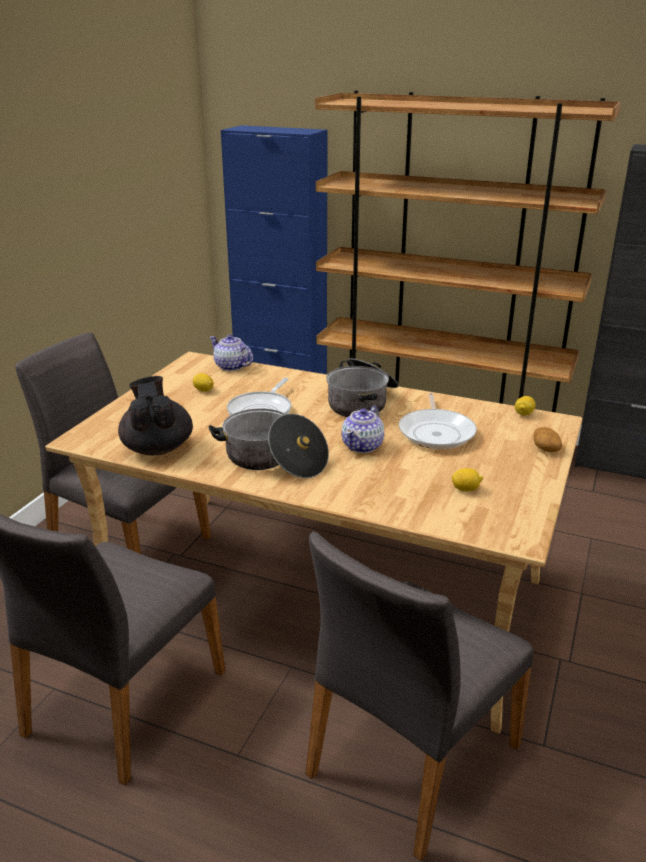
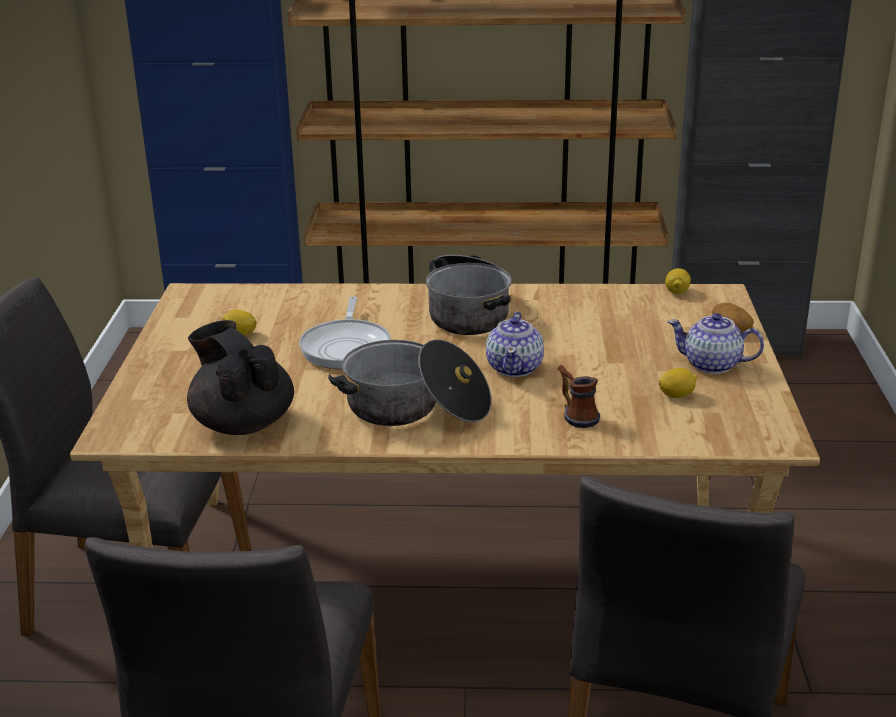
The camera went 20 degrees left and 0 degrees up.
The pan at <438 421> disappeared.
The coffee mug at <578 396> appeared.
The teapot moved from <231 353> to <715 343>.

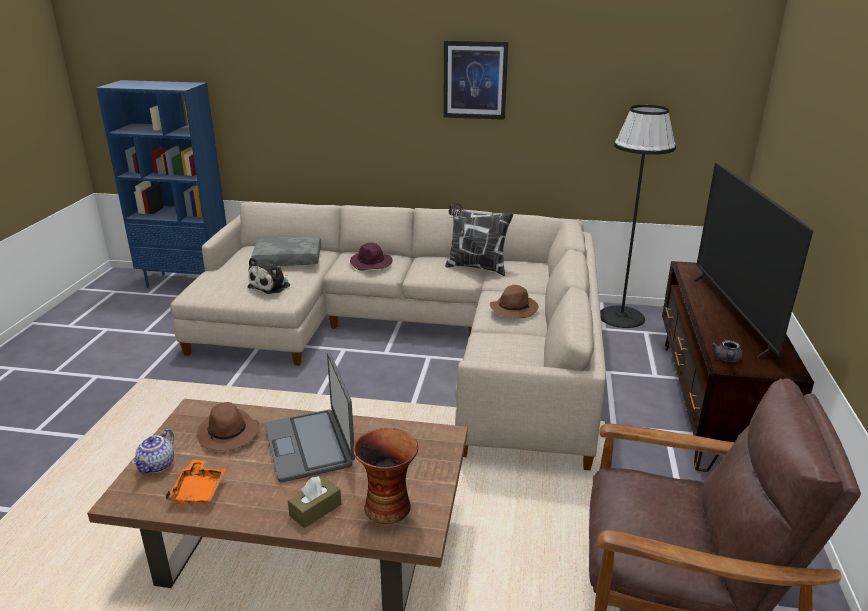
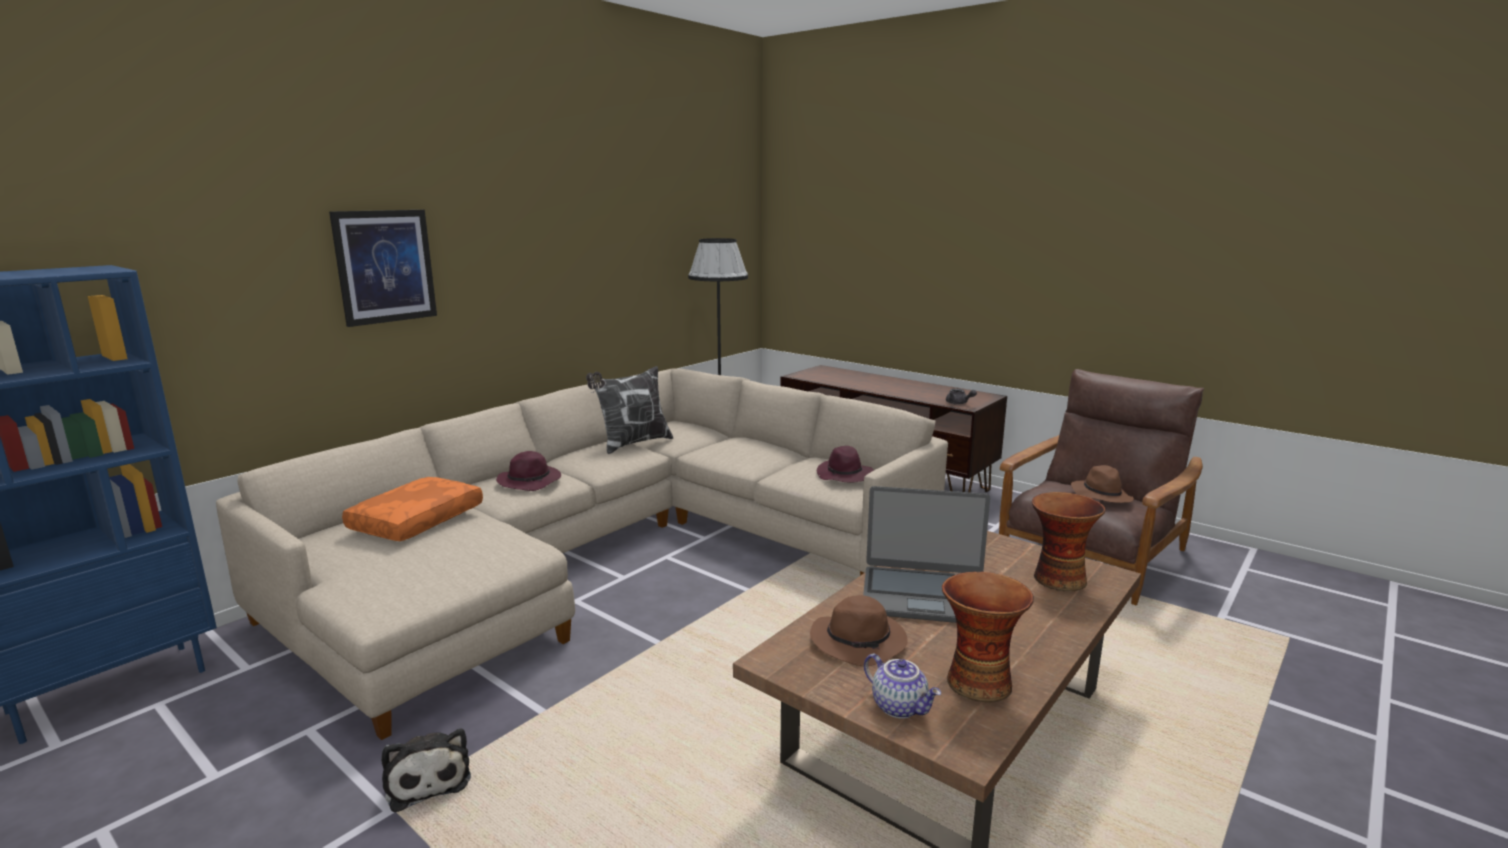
The camera went 60 degrees left and 10 degrees down.
The brownish tissue holder at <314 502> disappeared.
The television at <753 260> disappeared.
The purplish clothing hat at <845 464> appeared.
The soft toy moved from <268 275> to <426 771>.
The wall picture moved from <475 80> to <383 268>.
The brownish clothing hat moved from <514 301> to <1102 484>.
The orange tray at <195 483> was replaced by the vase at <988 637>.
The gray throw pillow at <286 251> became the orange throw pillow at <412 509>.

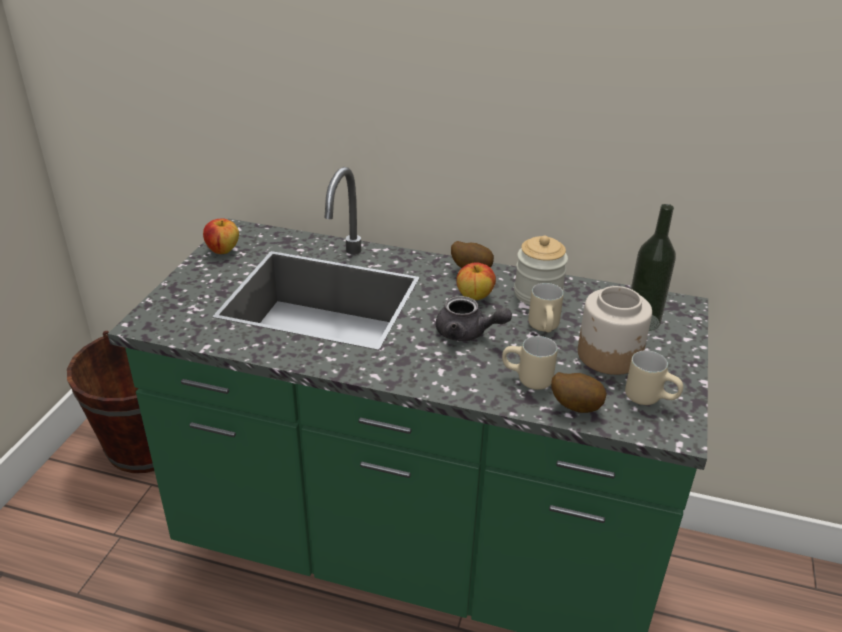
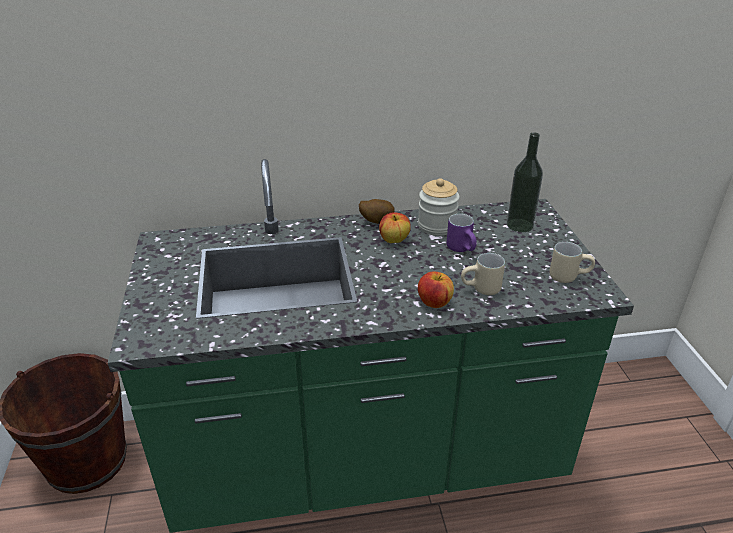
The camera went 25 degrees left and 0 degrees up.
The gray teapot at <474 318> disappeared.
The spud at <579 392> disappeared.
The storage jar at <615 330> disappeared.
The whole apple moved from <221 236> to <436 290>.
The beige-coloured coffee mug at <545 307> became the purplish coffee mug at <462 233>.

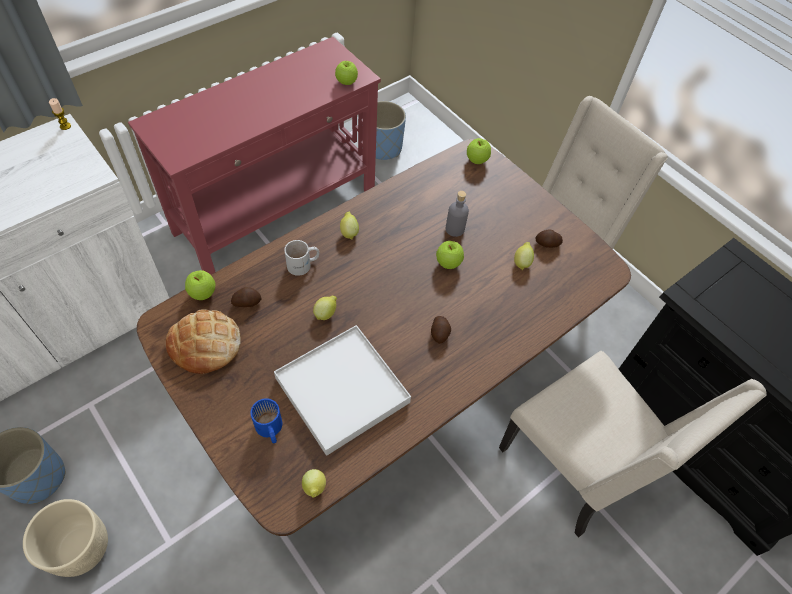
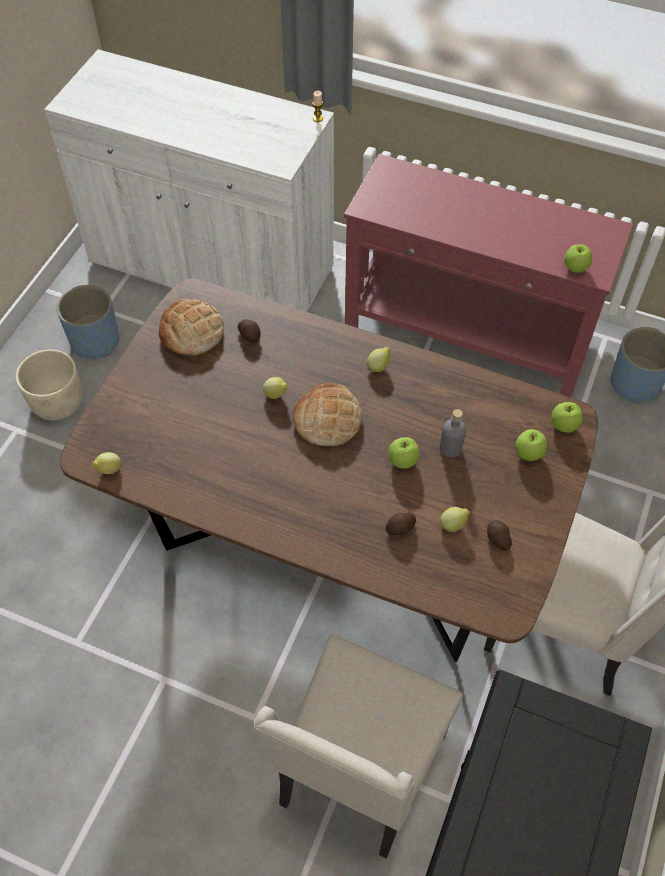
The camera went 65 degrees right and 0 degrees up.
The blue coffee mug at <266 421> disappeared.
The white-coloured tray at <342 390> disappeared.
The white-coloured coffee mug at <301 258> disappeared.
The bread at <328 414> appeared.
The whole apple moved from <200 285> to <531 445>.
The spud moved from <441 330> to <401 523>.

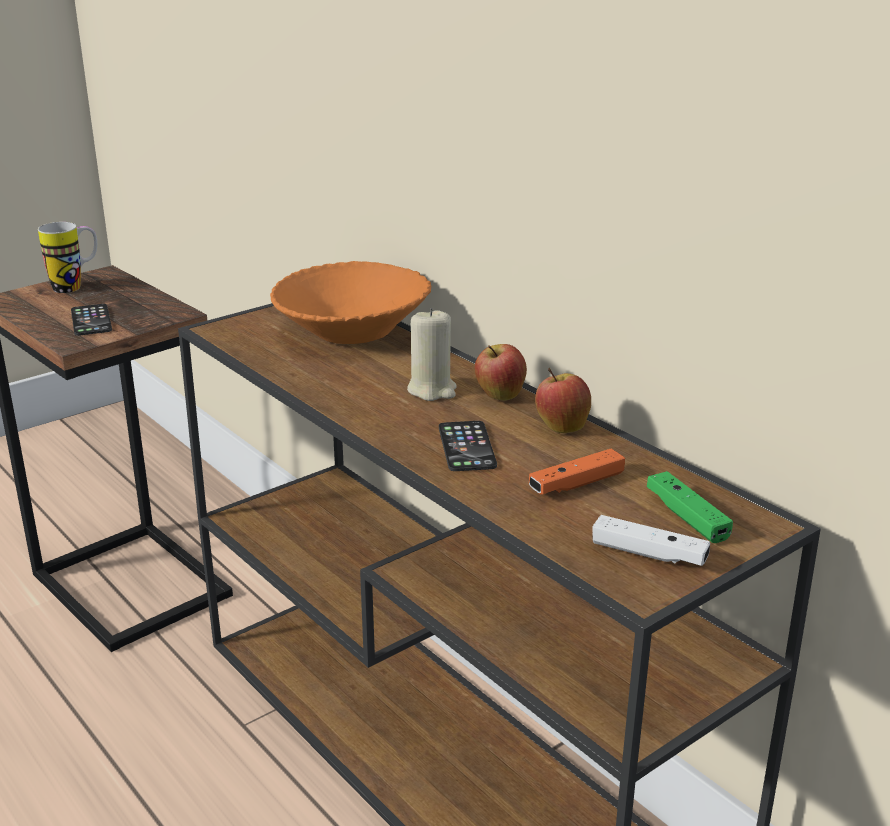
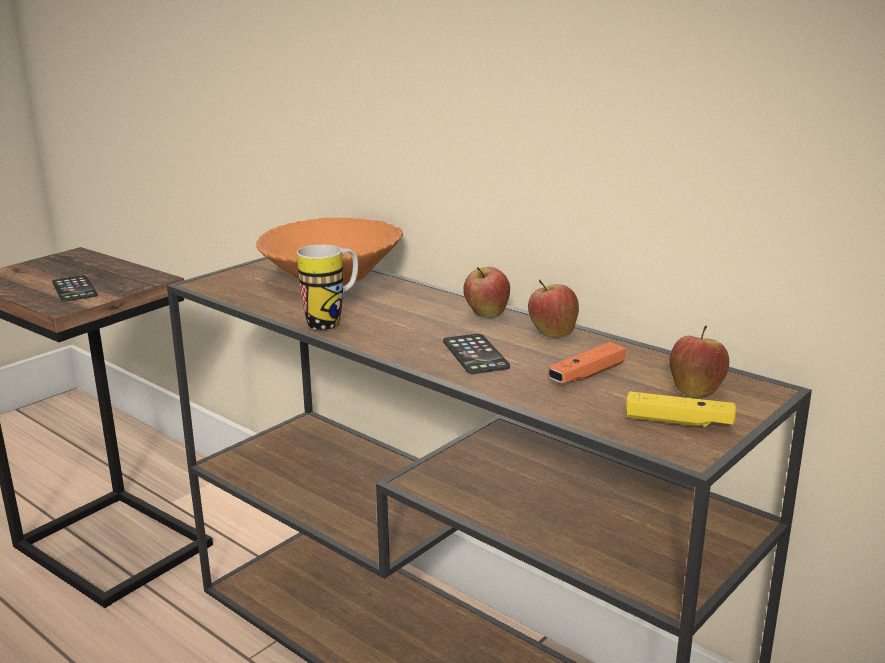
The camera went 10 degrees left and 5 degrees down.
The beige-coloured wax candle at <431 354> disappeared.
The coffee mug moved from <67 257> to <327 287>.
The greenish gamepad at <690 507> was replaced by the whole apple at <699 361>.
The white-coloured gamepad at <651 540> became the yellow gamepad at <681 409>.

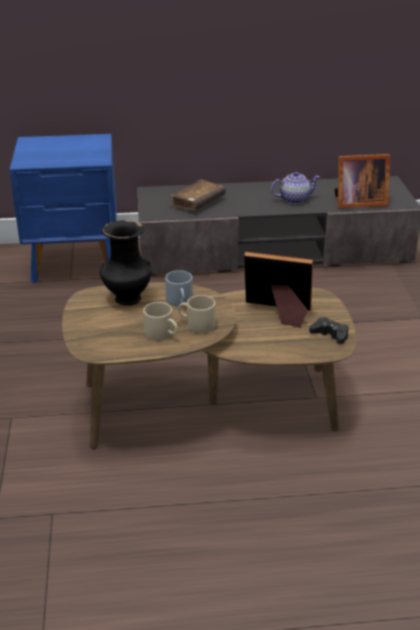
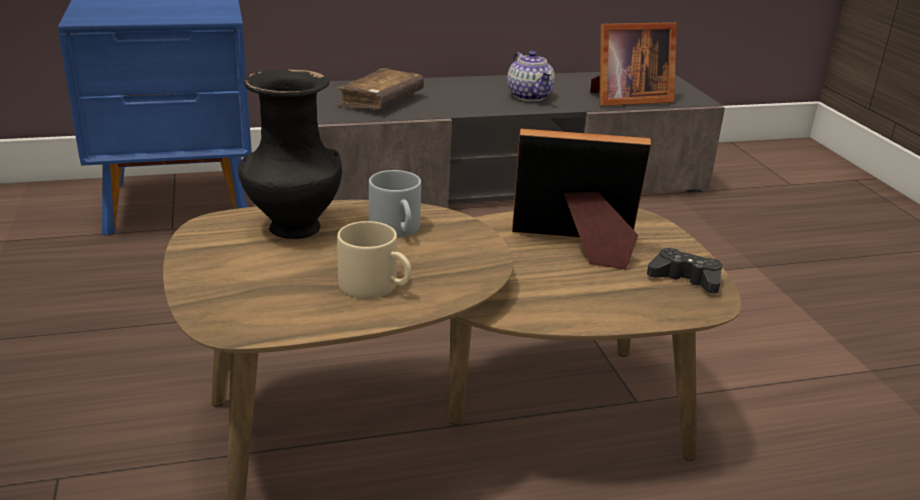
The camera went 10 degrees left and 5 degrees down.
The beige-coloured coffee mug at <196 314> disappeared.
The teapot at <295 188> turned 90 degrees clockwise.

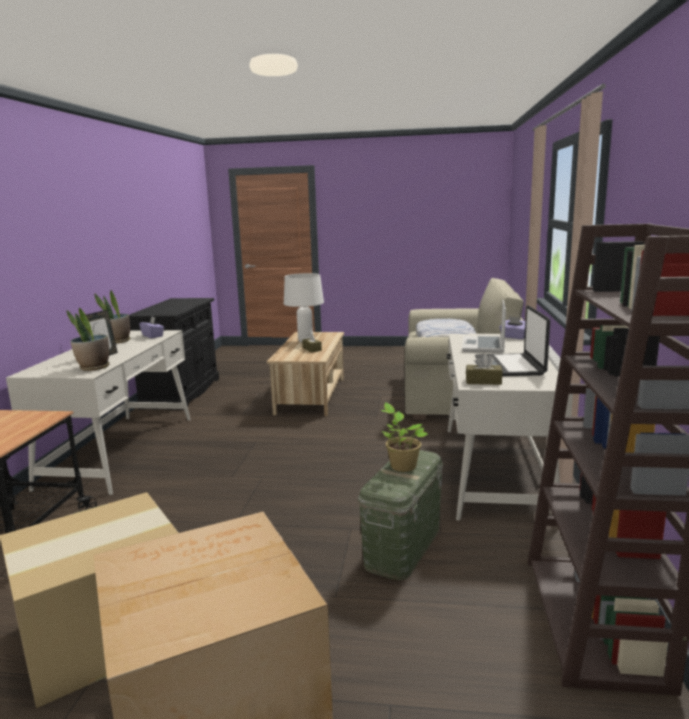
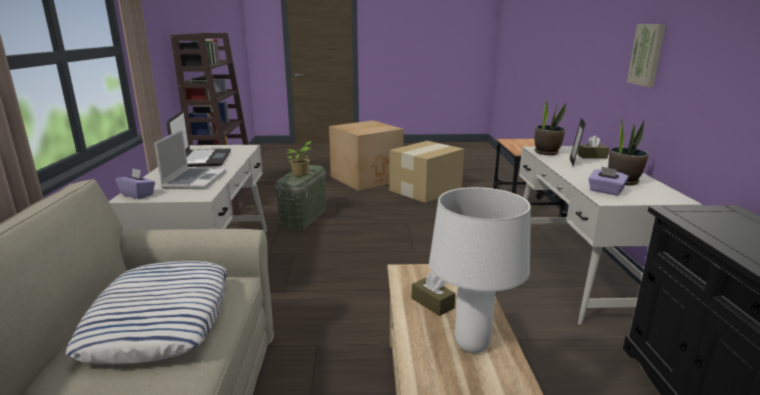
The camera went 170 degrees right and 5 degrees up.
The wall picture at <646 55> appeared.
The brownish tissue holder moved from <484 369> to <593 147>.

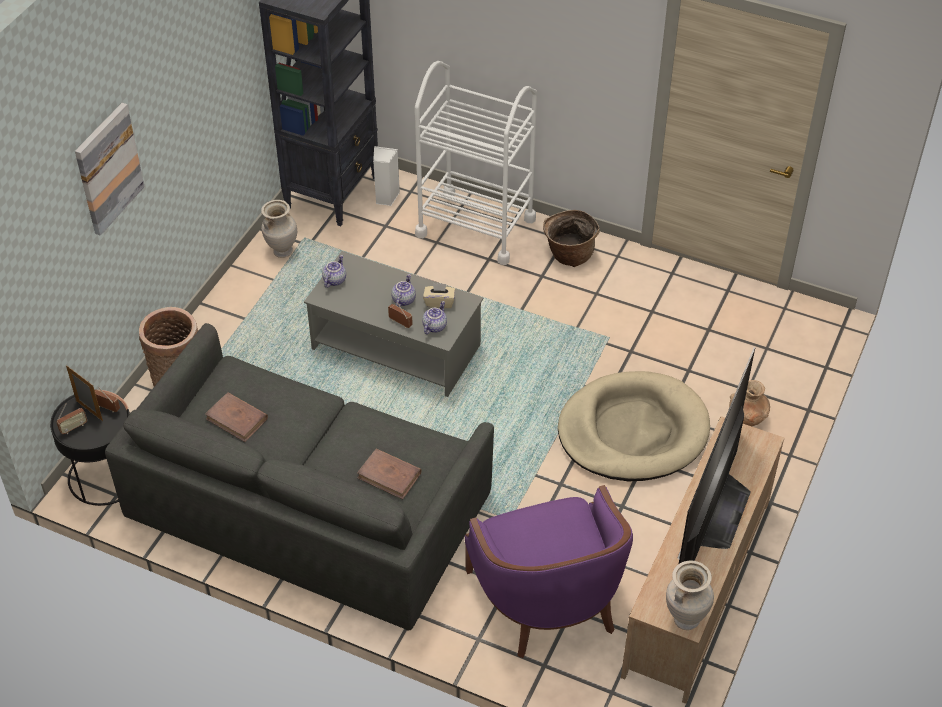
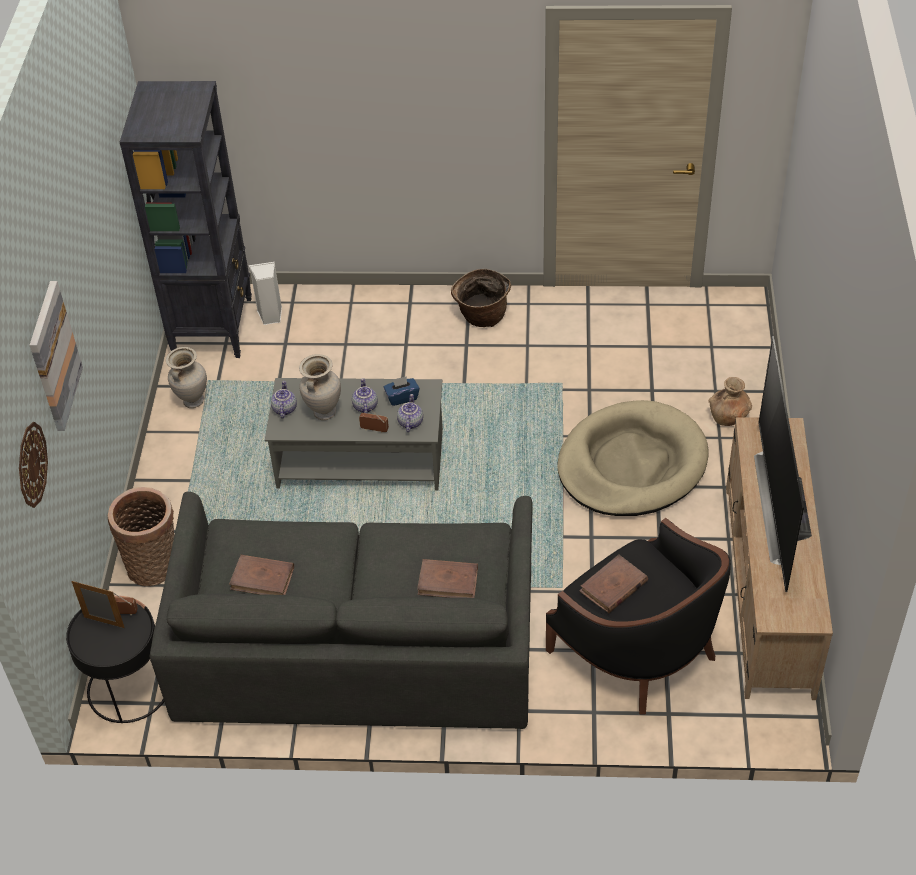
The camera went 20 degrees left and 0 degrees up.
The radio receiver at <72 418> disappeared.
The white-coloured trolley at <476 163> disappeared.
The wall clock at <33 465> appeared.
The brownish bound book at <613 583> appeared.
The beige-coloured vase moved from <690 595> to <320 387>.
The beige-coloured tissue holder at <439 295> became the blue tissue holder at <402 391>.
The purplish lounge chair at <549 571> became the black lounge chair at <638 616>.

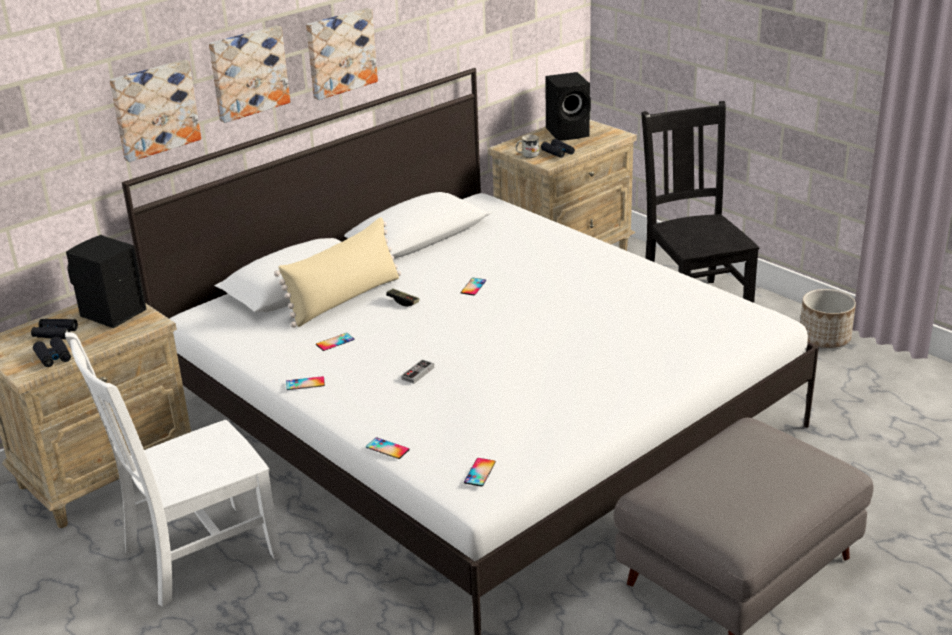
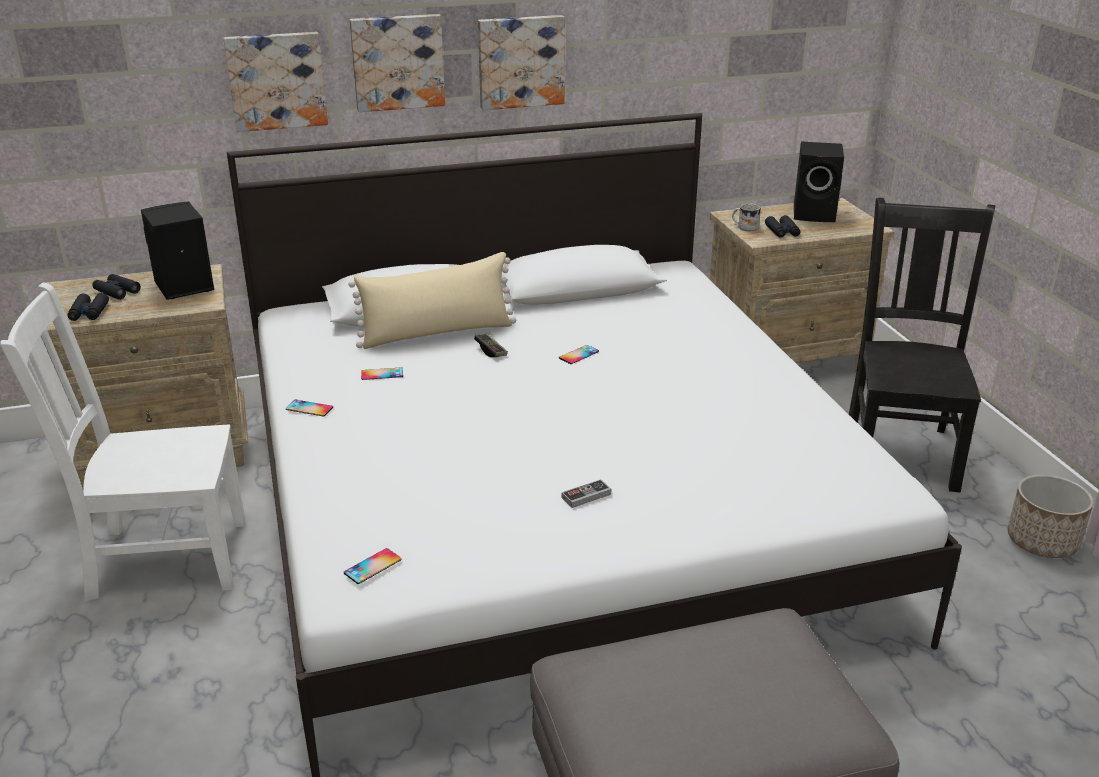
The camera went 25 degrees right and 0 degrees up.
The telephone at <388 448> disappeared.
The gamepad moved from <417 372> to <586 493>.

